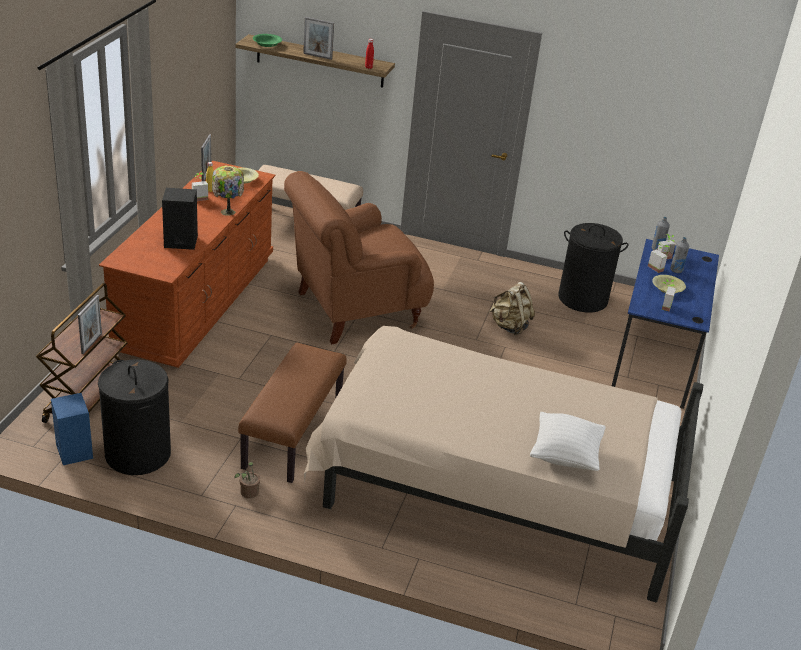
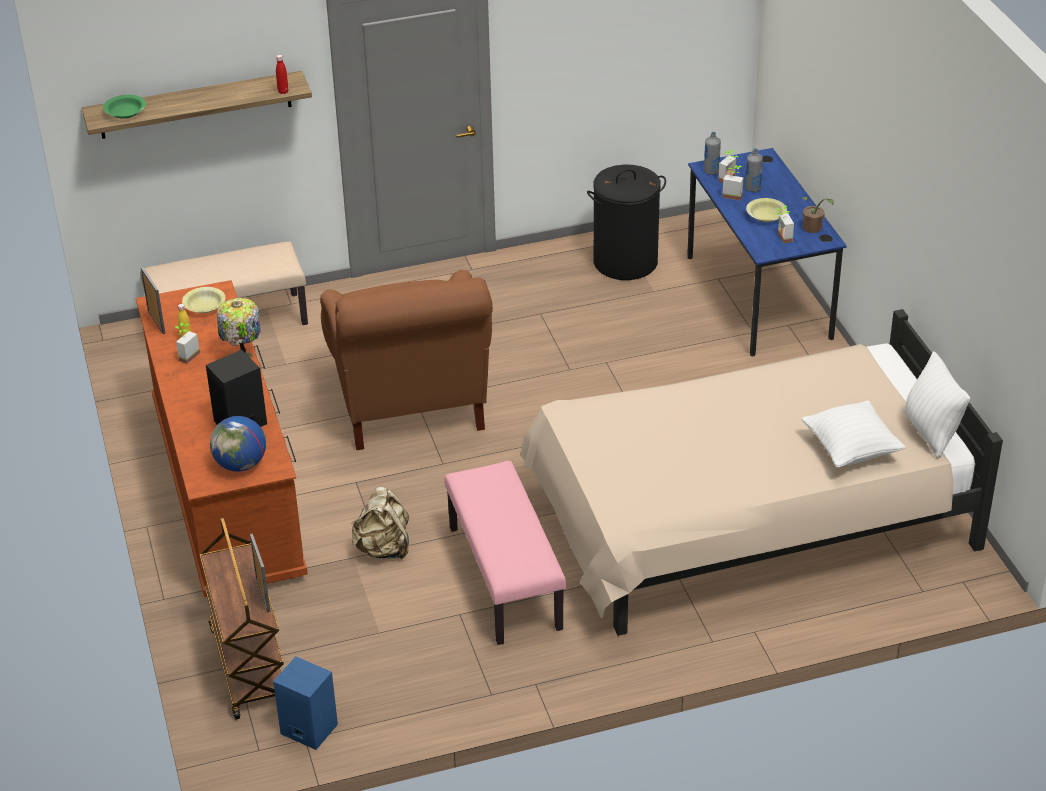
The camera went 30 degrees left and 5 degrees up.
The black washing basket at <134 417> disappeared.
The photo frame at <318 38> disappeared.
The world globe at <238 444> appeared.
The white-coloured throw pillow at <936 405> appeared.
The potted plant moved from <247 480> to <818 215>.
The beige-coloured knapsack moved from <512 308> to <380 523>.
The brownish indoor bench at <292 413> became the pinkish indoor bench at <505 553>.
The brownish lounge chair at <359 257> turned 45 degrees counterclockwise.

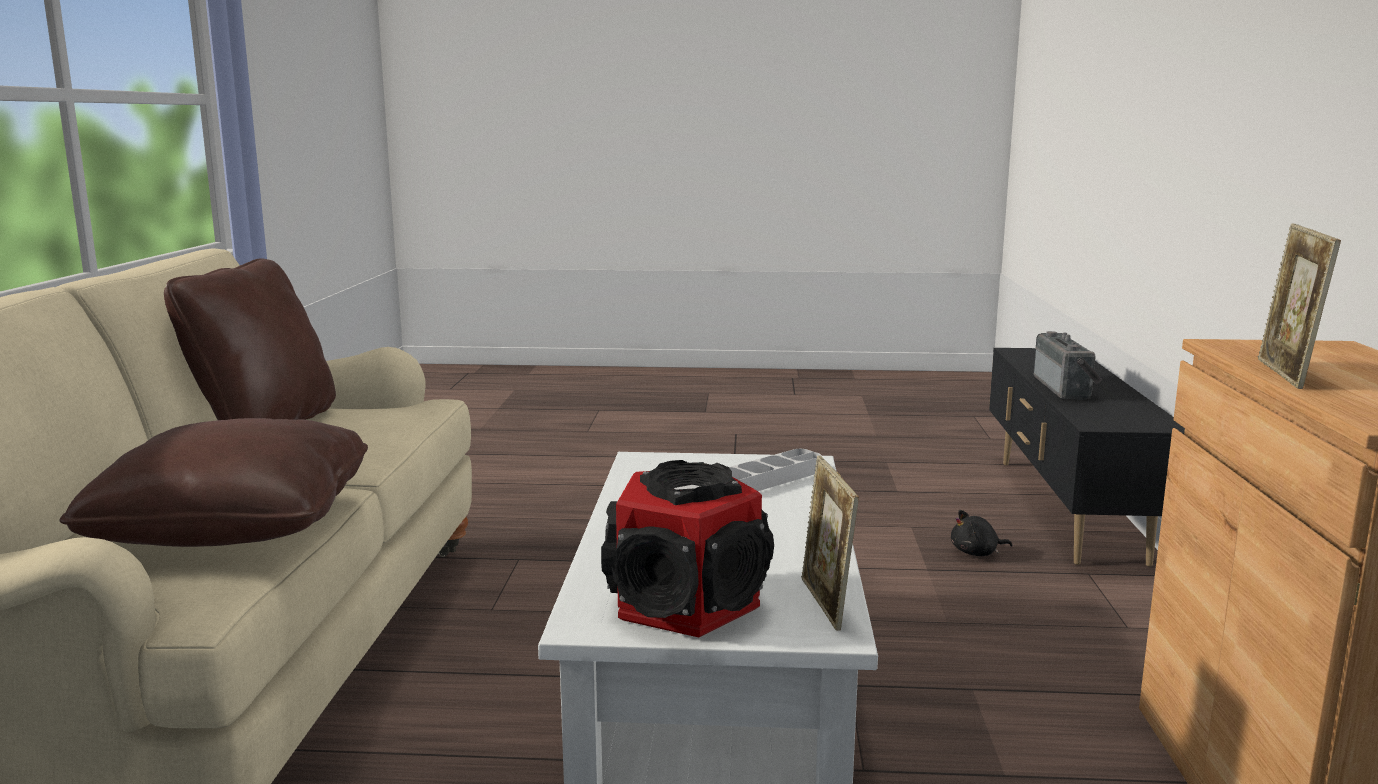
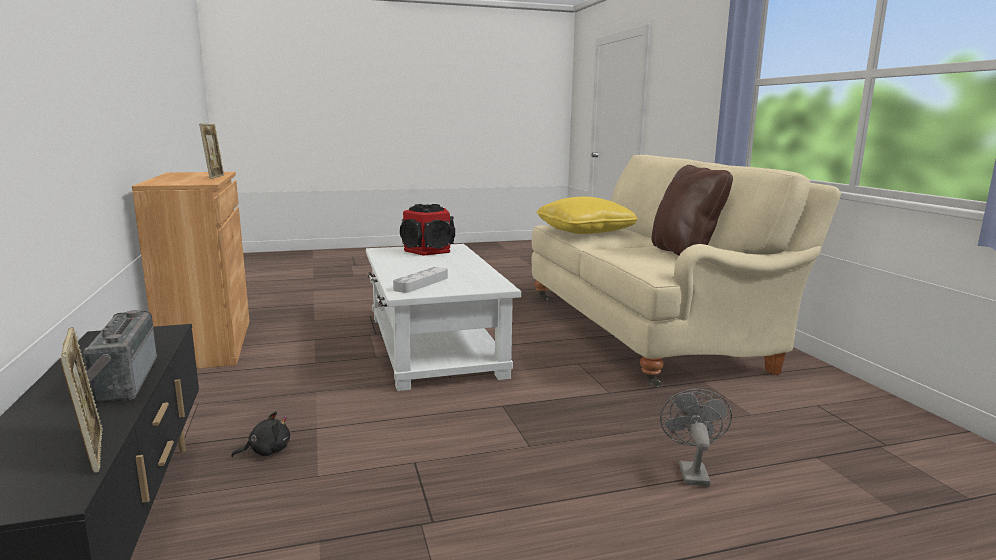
The camera went 160 degrees right and 0 degrees up.
The gray cooling fan at <696 437> appeared.
The photo frame moved from <830 543> to <81 400>.
The brownish throw pillow at <214 482> became the yellow throw pillow at <587 215>.

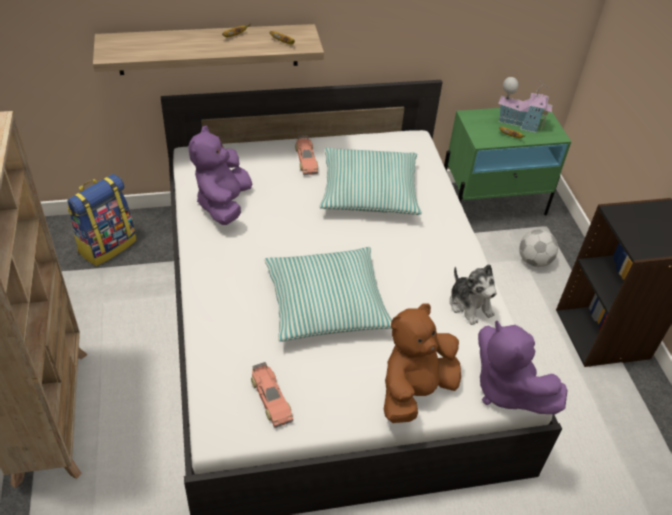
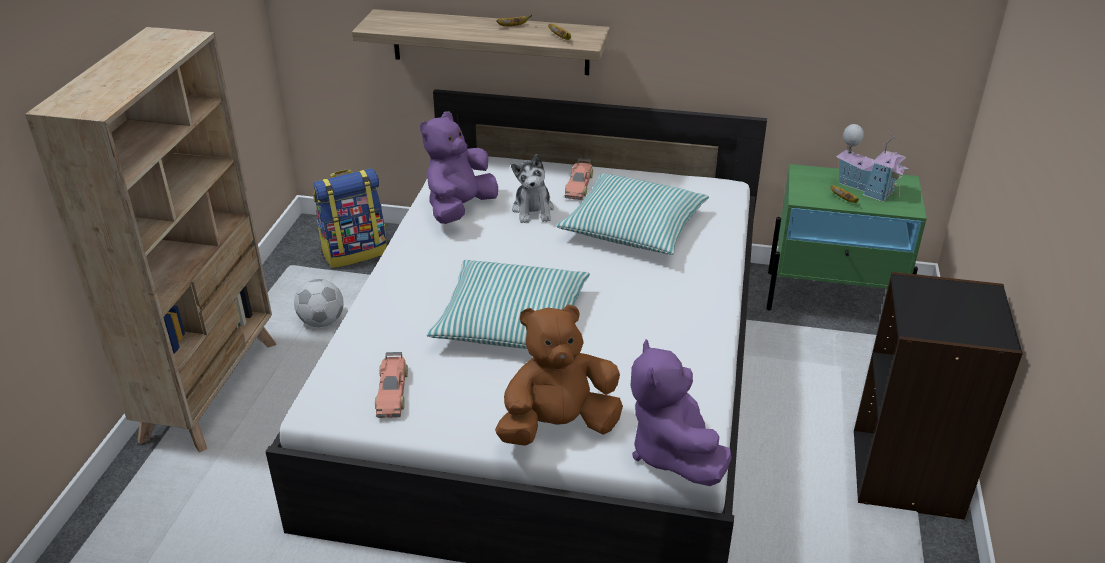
The camera went 25 degrees right and 10 degrees down.
The soft toy moved from <473 294> to <532 188>.
The football moved from <538 248> to <319 303>.

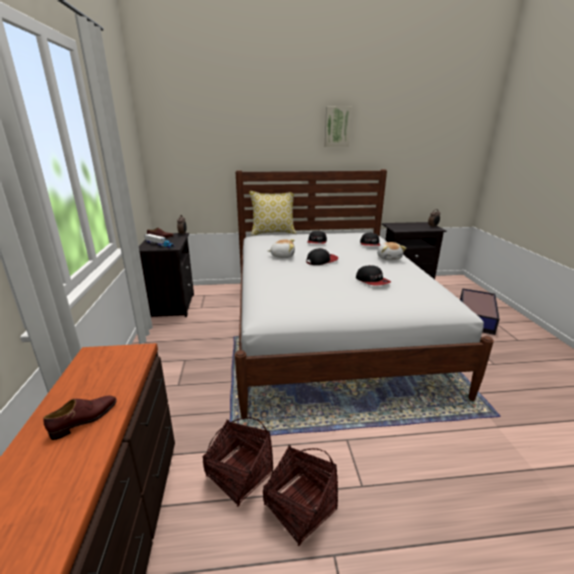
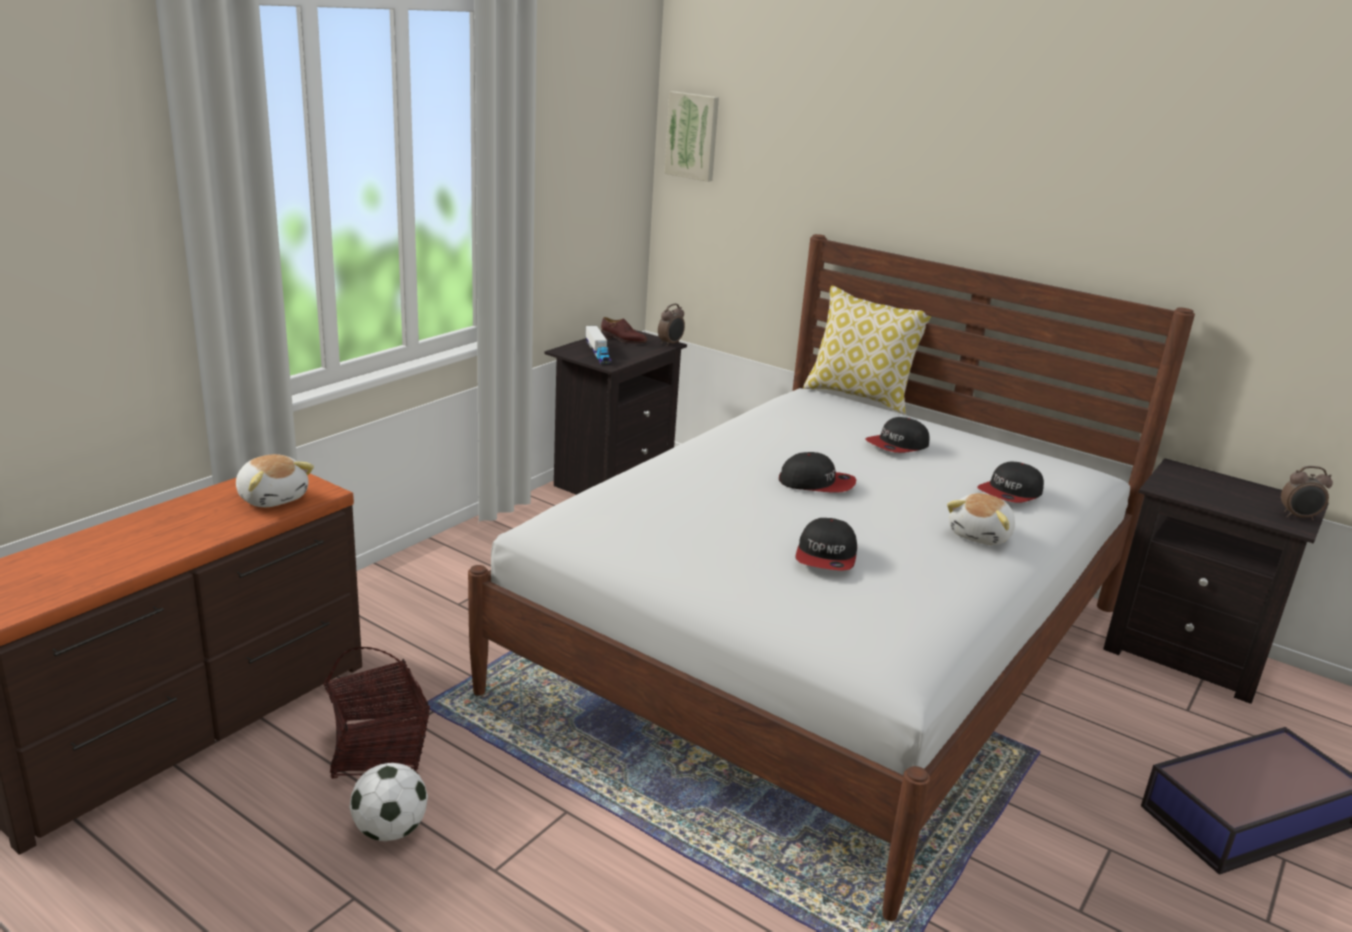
The camera went 40 degrees right and 0 degrees up.
The brownish item of footwear at <80 417> disappeared.
The soft toy moved from <281 248> to <275 480>.
The wall picture moved from <338 127> to <691 136>.
The household basket at <300 495> was replaced by the football at <388 802>.

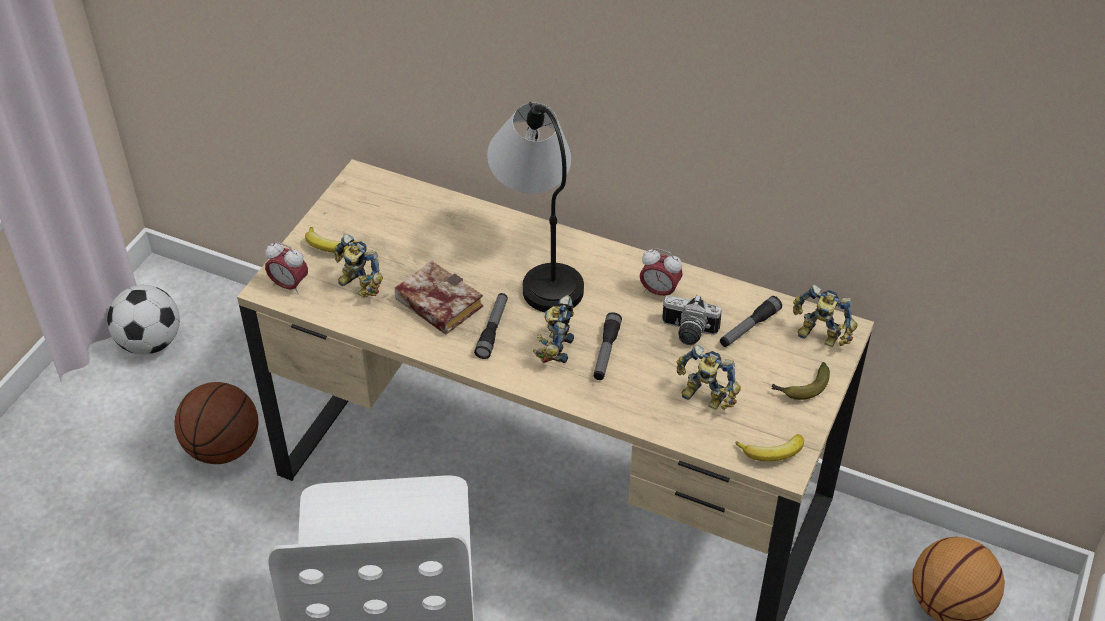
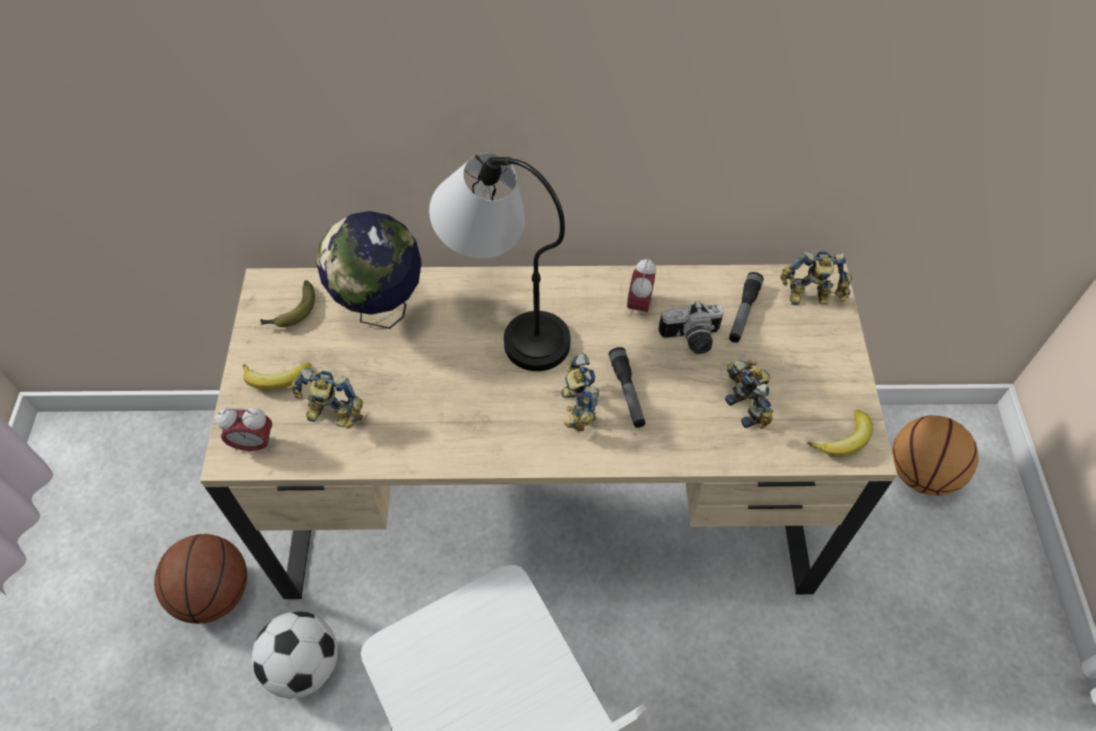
The camera went 25 degrees left and 10 degrees up.
The bound book at <439 298> disappeared.
The torch at <491 326> disappeared.
The world globe at <369 270> appeared.
The football moved from <143 320> to <295 654>.
The whole banana moved from <800 381> to <287 303>.
The table clock at <661 272> turned 105 degrees clockwise.
The robot figure at <709 377> turned 120 degrees counterclockwise.

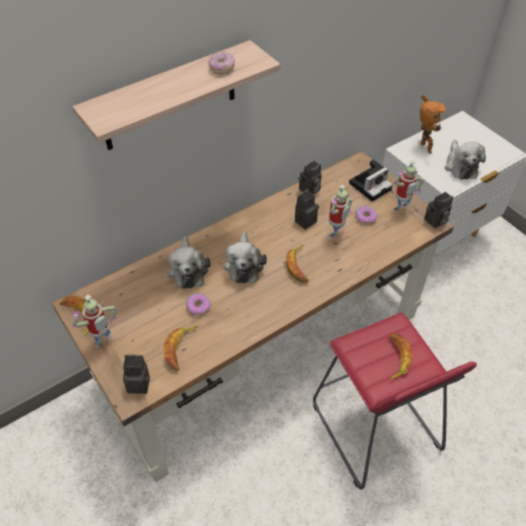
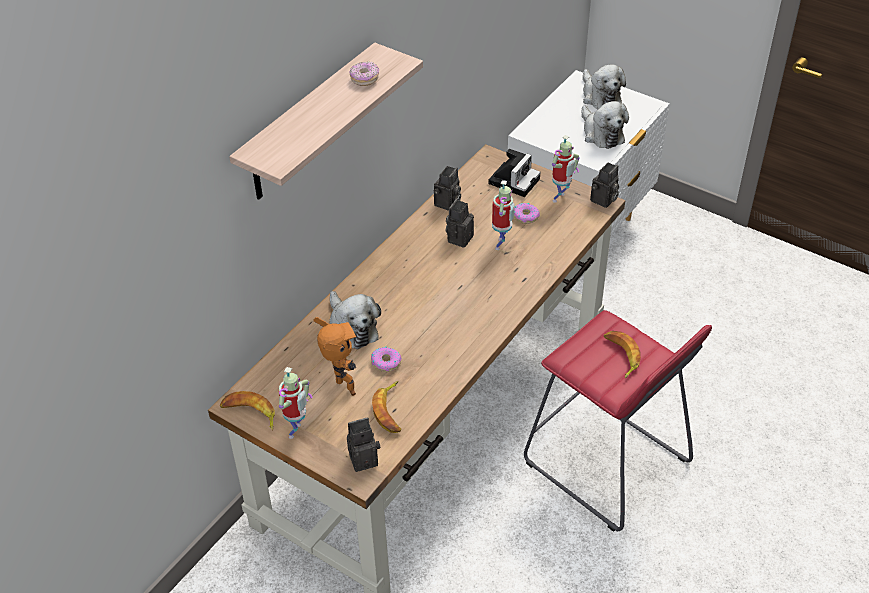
The camera went 20 degrees left and 5 degrees down.
The whole banana at <297 263> disappeared.
The soft toy moved from <245 257> to <604 86>.
The robot figure moved from <433 124> to <334 356>.

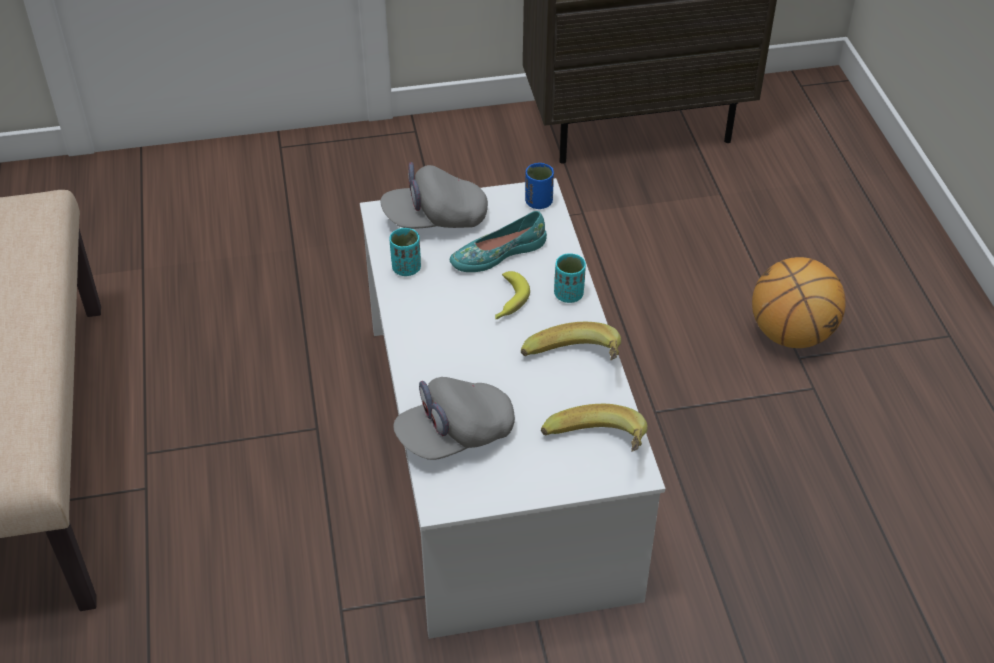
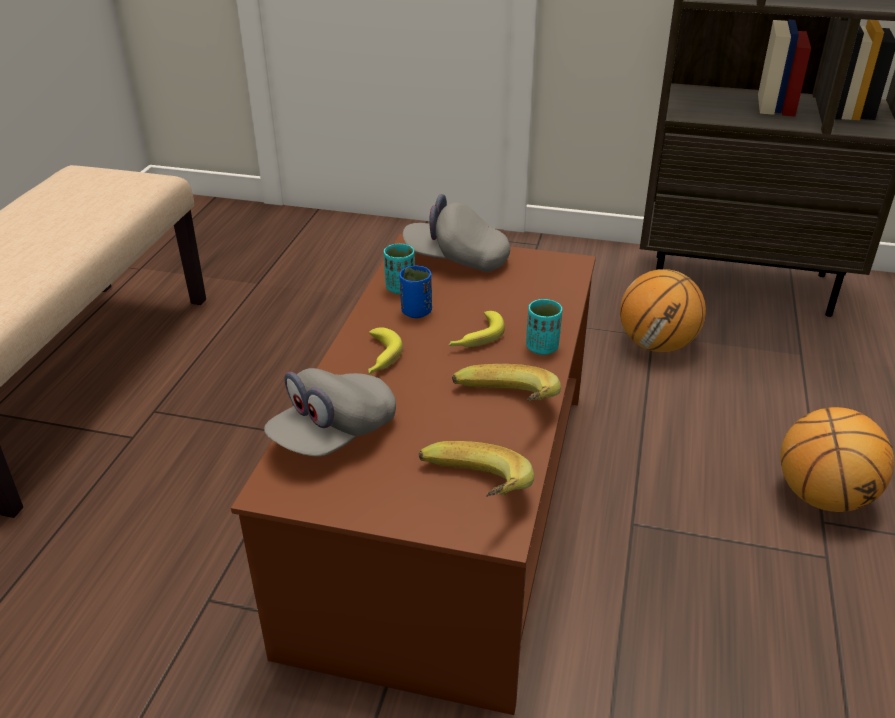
The camera went 25 degrees right and 10 degrees down.
The blue-green item of footwear at <498 241> disappeared.
The whole banana at <385 350> appeared.
The basketball at <663 310> appeared.
The blue drinking cup moved from <539 186> to <416 292>.
The white-coloured low table at <512 408> became the brownish low table at <413 474>.
The gray cap at <454 418> turned 45 degrees counterclockwise.

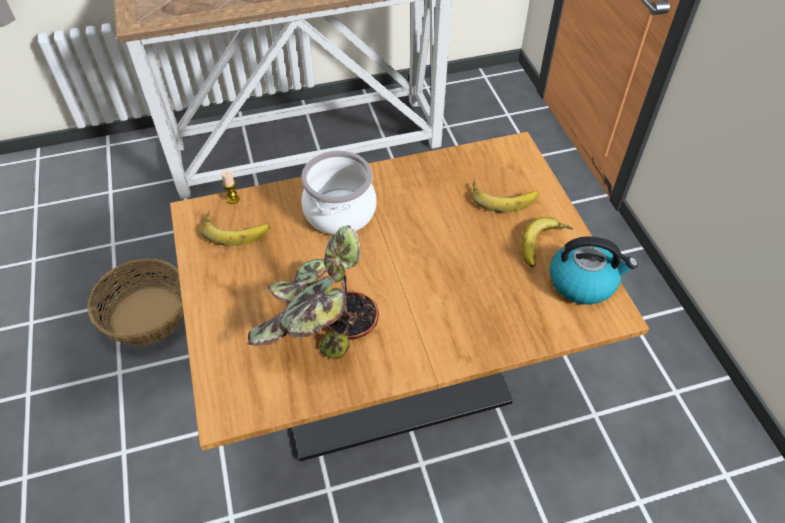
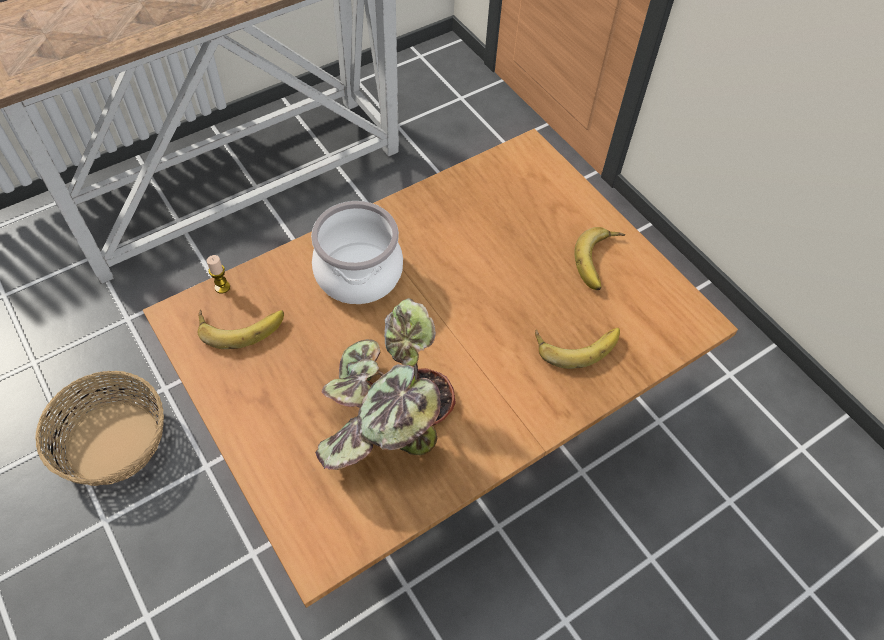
The camera went 20 degrees left and 5 degrees up.
The kettle at <594 270> disappeared.
The whole banana moved from <504 196> to <577 348>.

